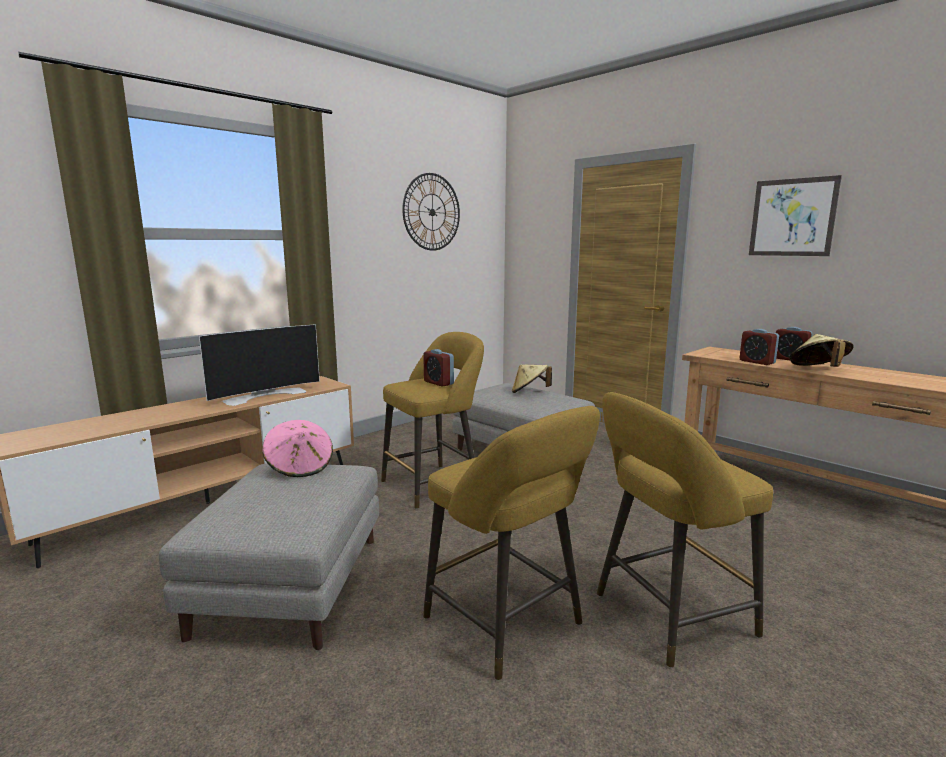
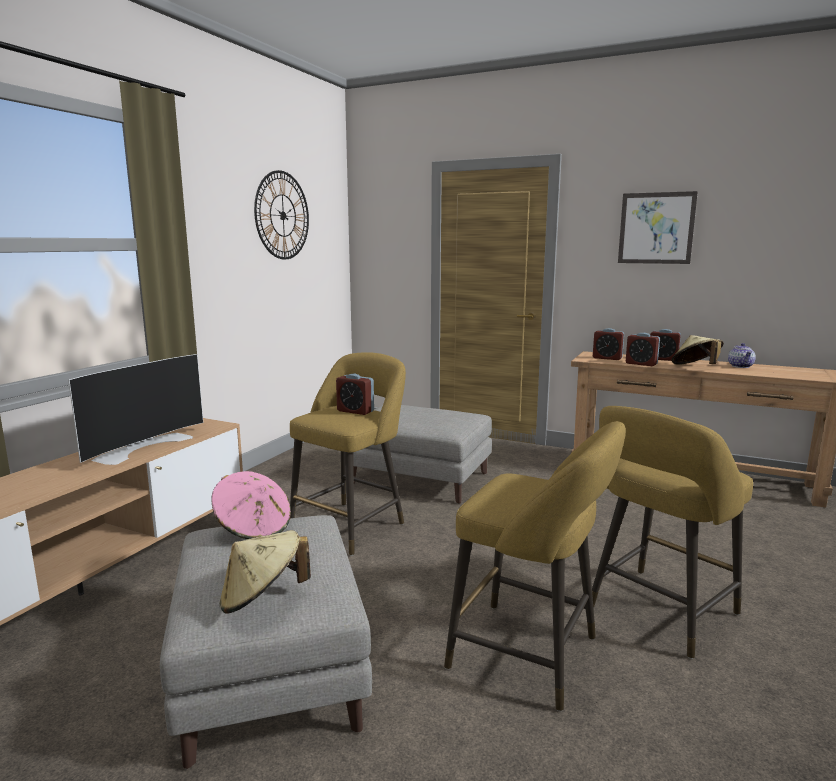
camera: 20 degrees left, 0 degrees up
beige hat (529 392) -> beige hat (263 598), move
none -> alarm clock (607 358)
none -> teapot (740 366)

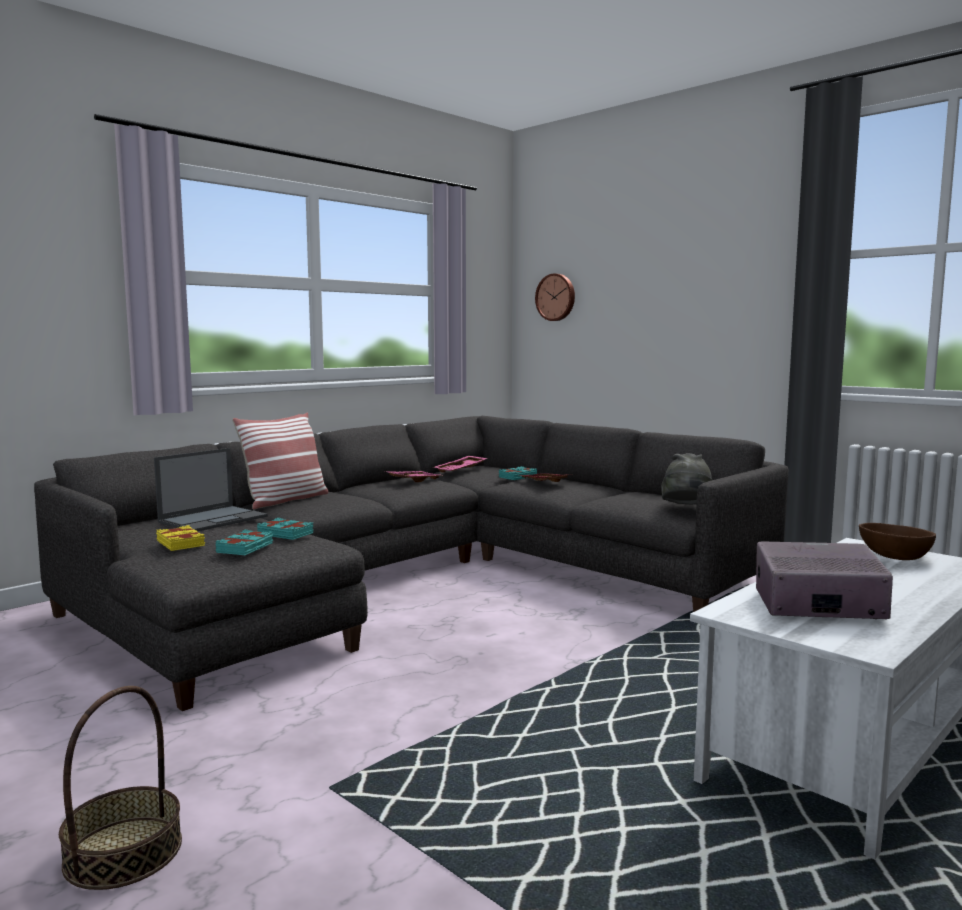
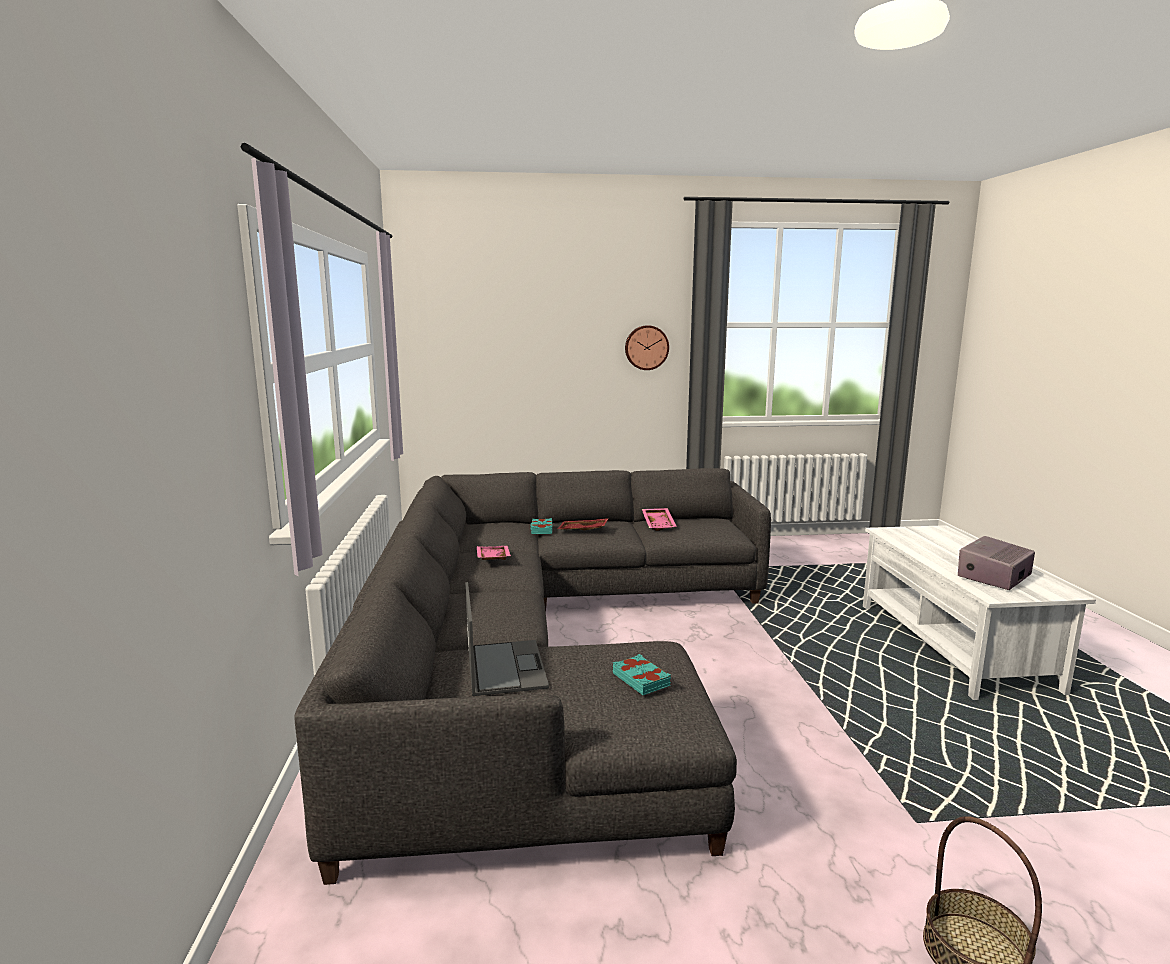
camera: 50 degrees left, 5 degrees up
yellow book (181 543) -> none
pillow (285 500) -> none
turquoise book (286 533) -> none
pink tray (461 470) -> pink tray (659 524), move
wall clock (556 297) -> wall clock (646 347), move
grey hat (687 508) -> none
brown bowl (894 557) -> none

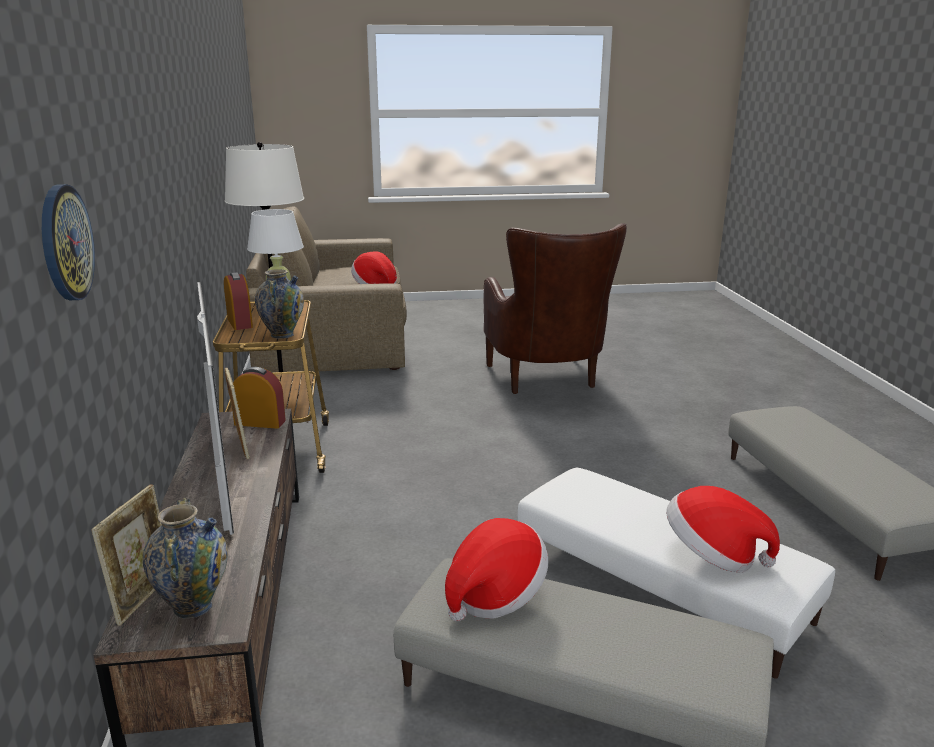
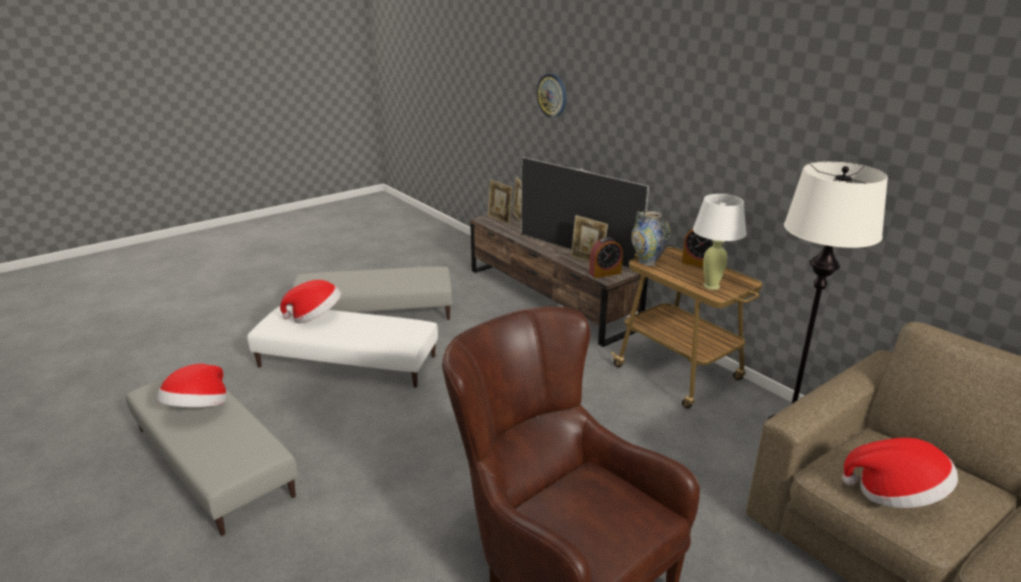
camera: 150 degrees right, 5 degrees up
vase (193 606) -> picture frame (499 220)
hat (495 594) -> hat (198 410), move

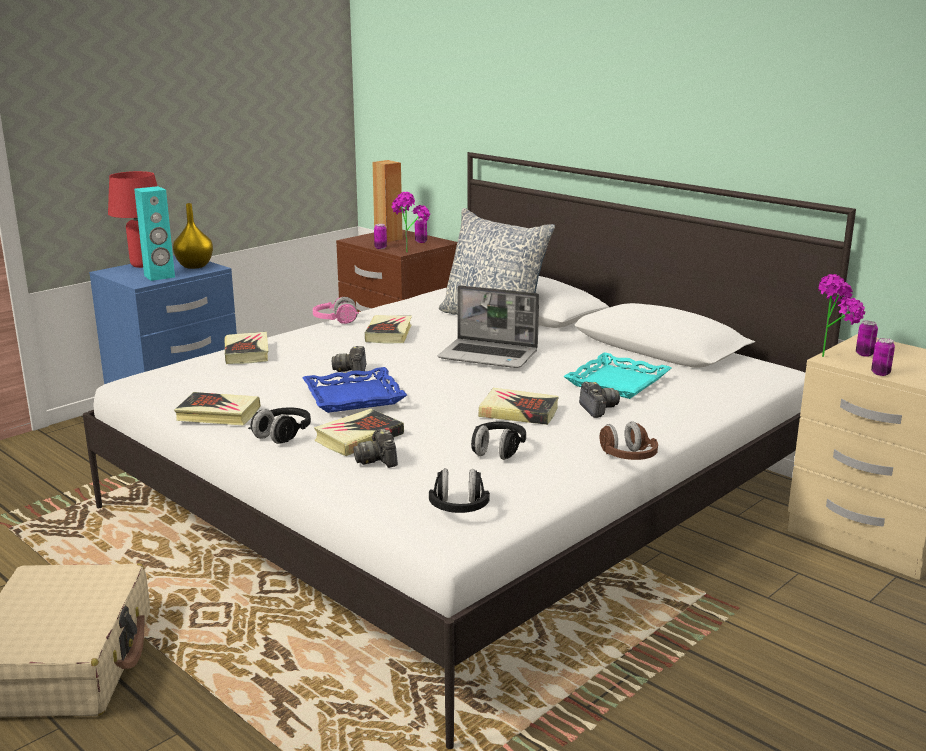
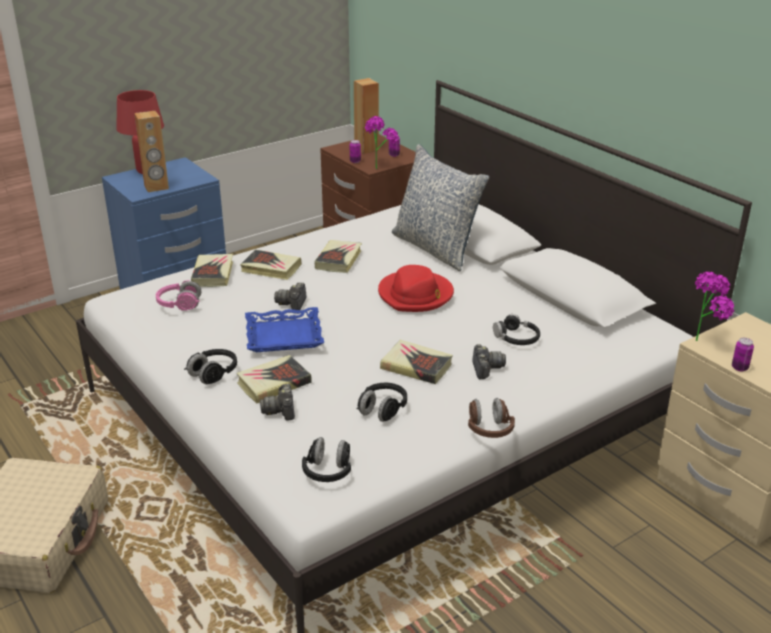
camera: 10 degrees right, 10 degrees up
turquoise speaker (159 276) -> brown speaker (156 187)
yellow vase (193 266) -> none
book (218 414) -> book (271 268), move
pink headphones (335 321) -> pink headphones (179 305), move
laptop (489 355) -> red hat (416 295)
turquoise tray (618 382) -> black headphones (516 338)
can (864 354) -> none

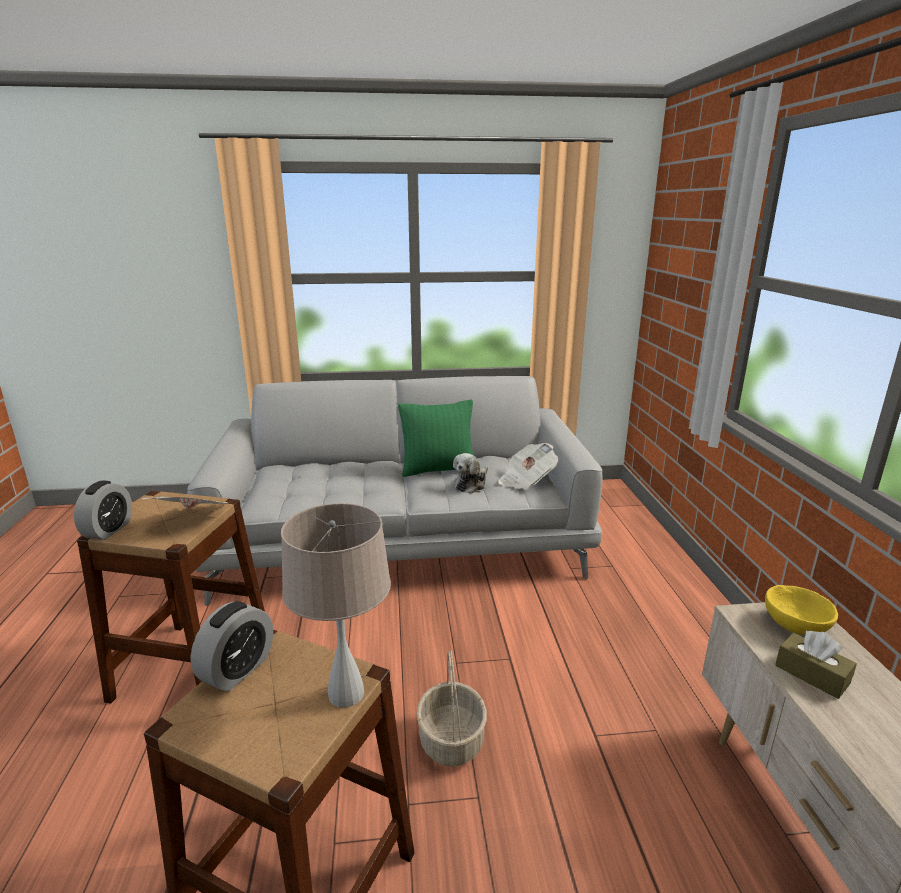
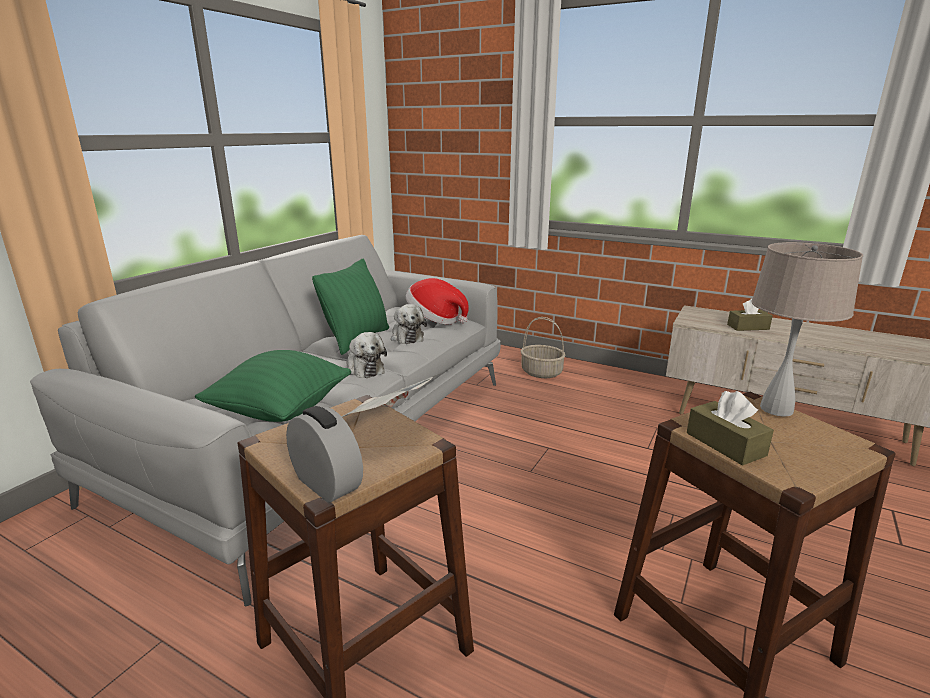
camera: 55 degrees left, 0 degrees up
alarm clock (238 670) -> brown tissue box (725 444)
basket (452 741) -> basket (542 372), move
newspaper (526 480) -> hat (435 320)
yellow bowl (795 626) -> none
none -> green pillow (280 411)
none -> plush toy (364 369)

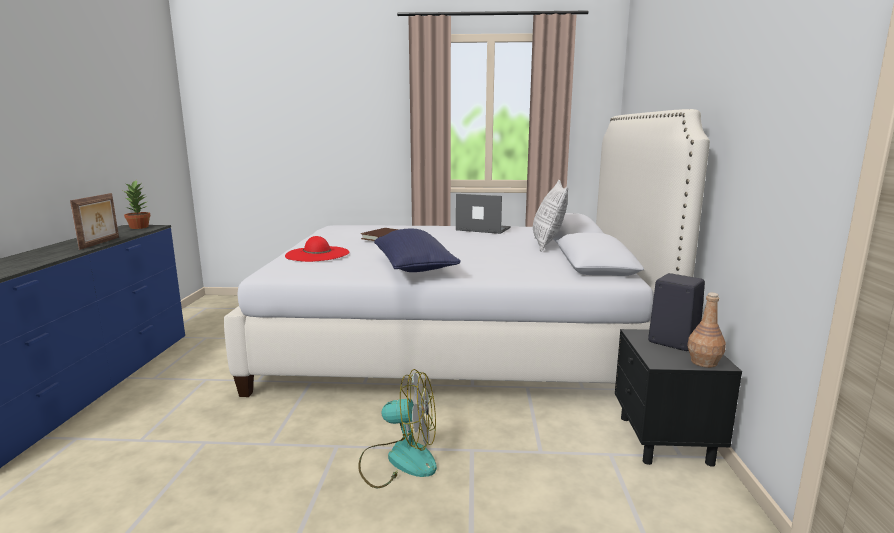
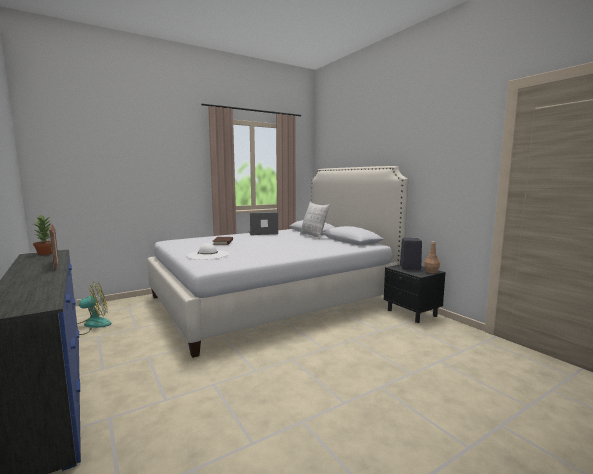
camera: 35 degrees left, 5 degrees down
red hat (317 254) -> white hat (208 255)
fan (399 460) -> fan (90 325), move
blue pillow (414 267) -> none

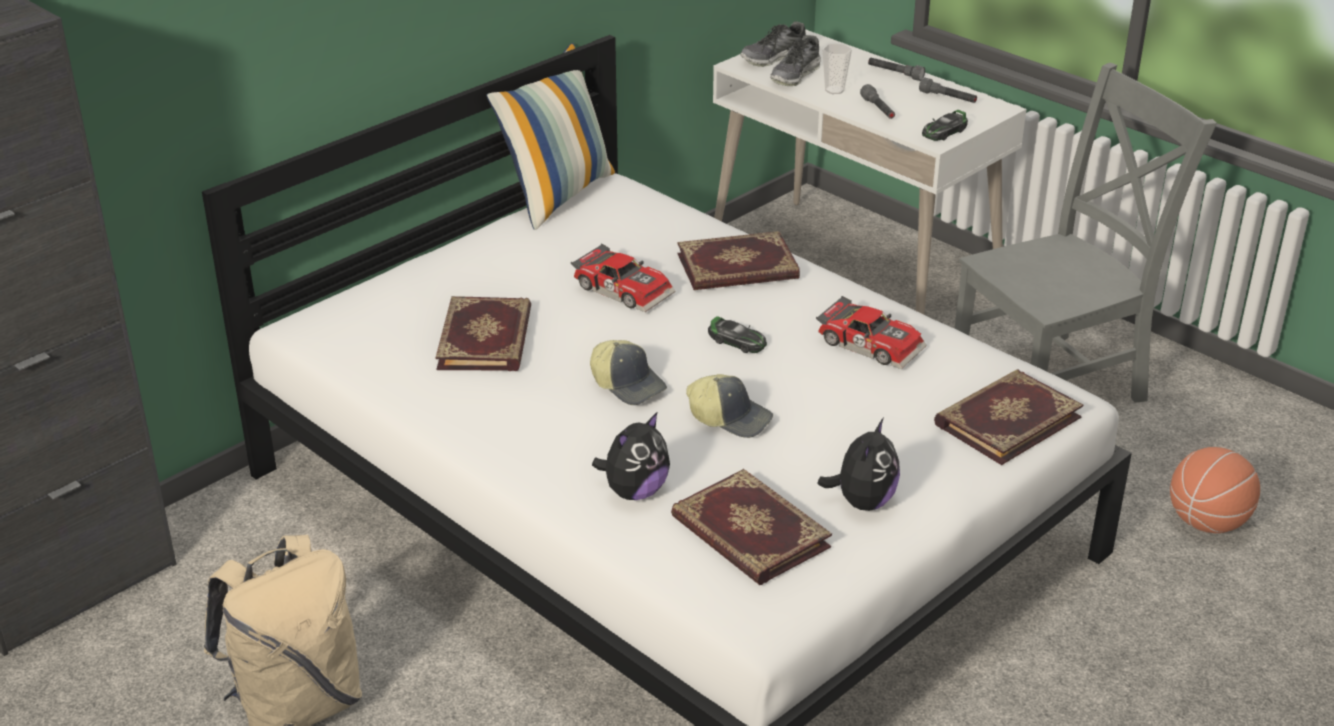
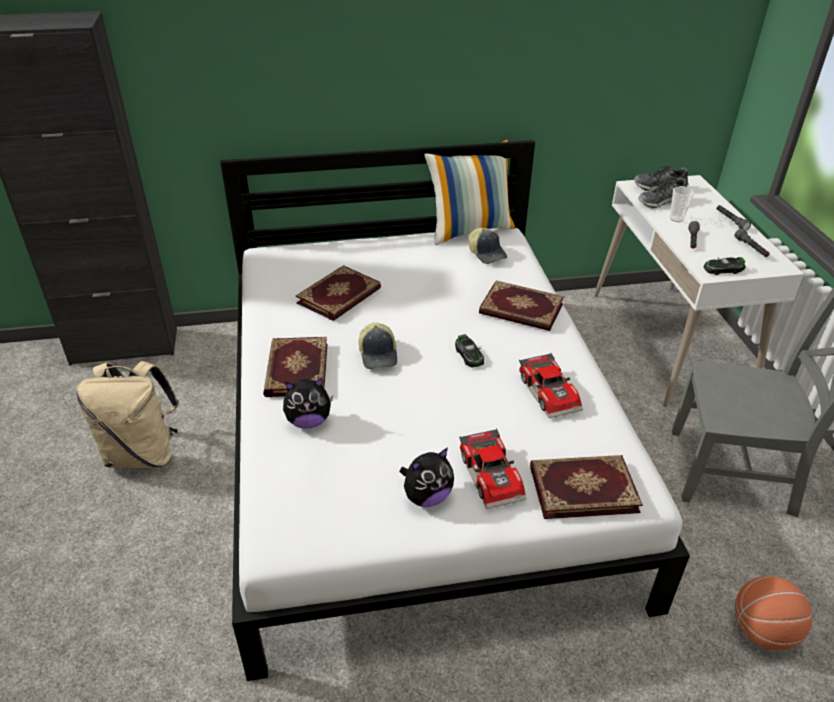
camera: 35 degrees right, 5 degrees up
toy car (625 288) -> toy car (493 475), move
book (748 533) -> book (295 369), move
cap (730 418) -> cap (487 253), move

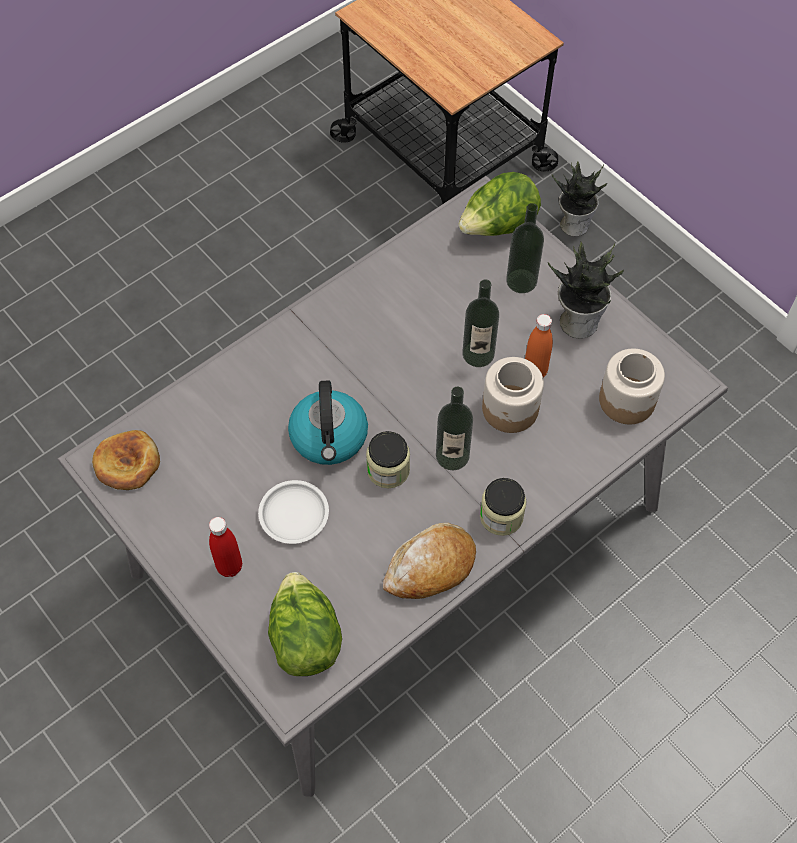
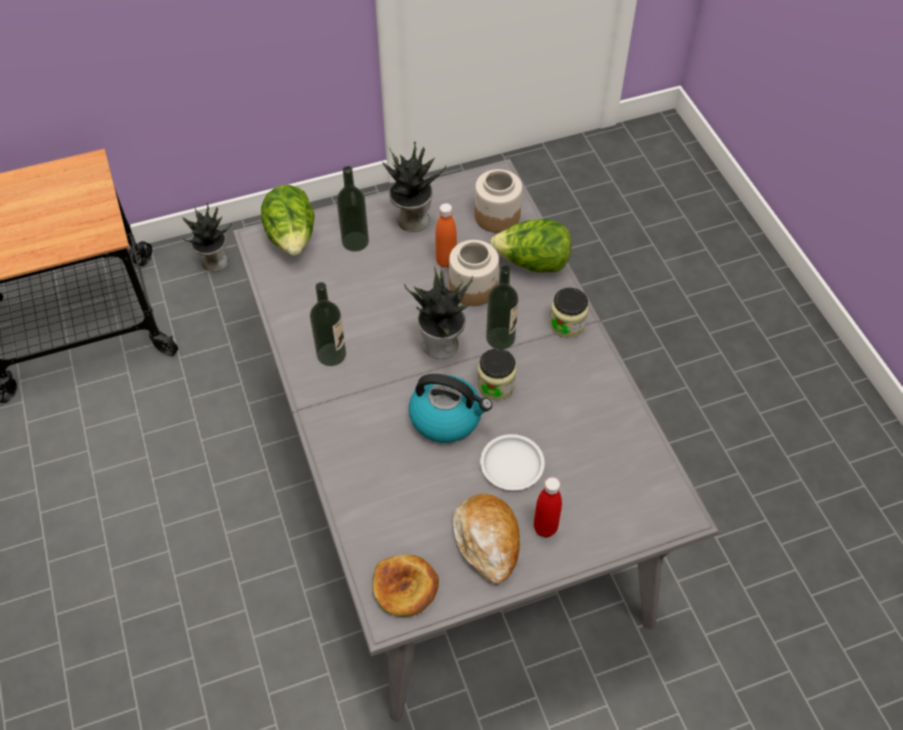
camera: 70 degrees left, 5 degrees down
lettuce (305 638) -> lettuce (532 263), move
bread (430 567) -> bread (488 541), move
bottle (478 354) -> bottle (331 354), move
none -> potted plant (442 345)

